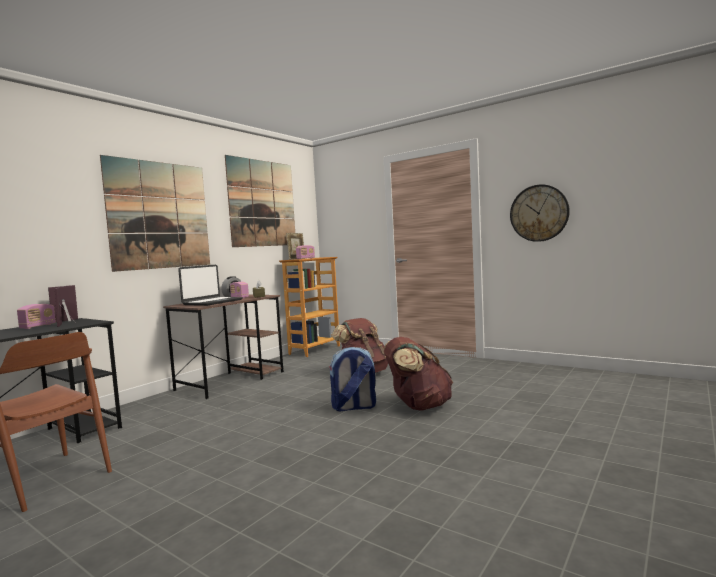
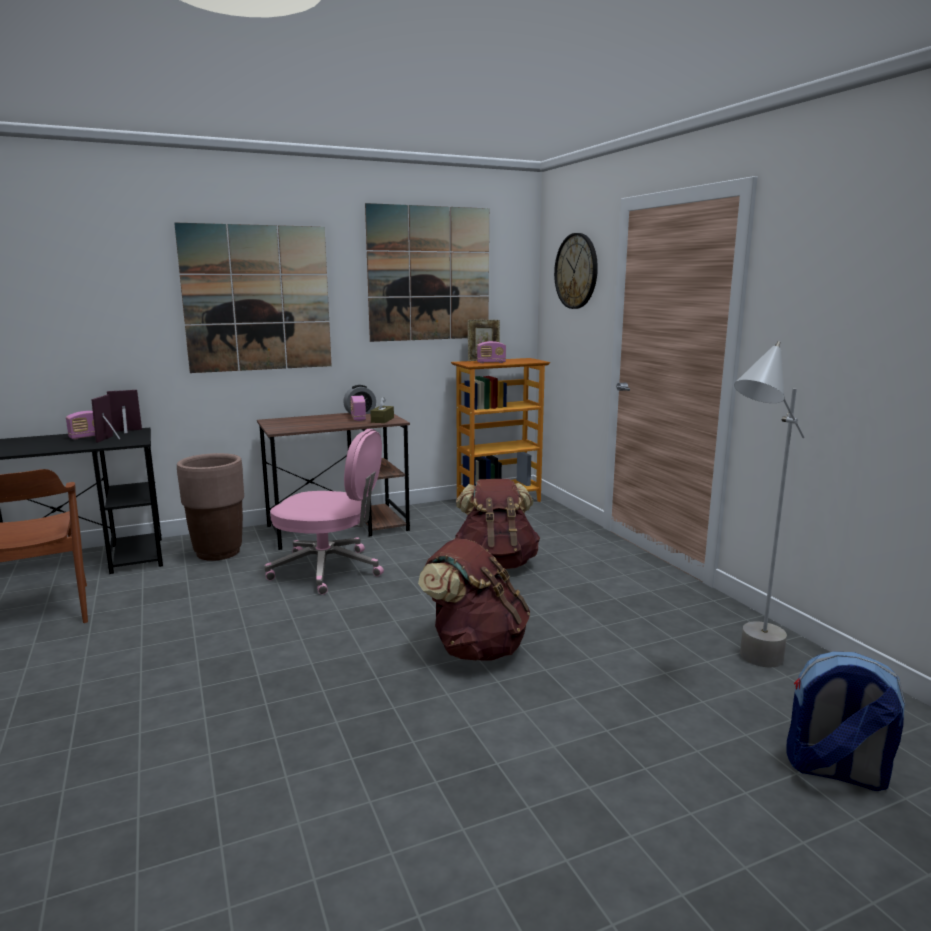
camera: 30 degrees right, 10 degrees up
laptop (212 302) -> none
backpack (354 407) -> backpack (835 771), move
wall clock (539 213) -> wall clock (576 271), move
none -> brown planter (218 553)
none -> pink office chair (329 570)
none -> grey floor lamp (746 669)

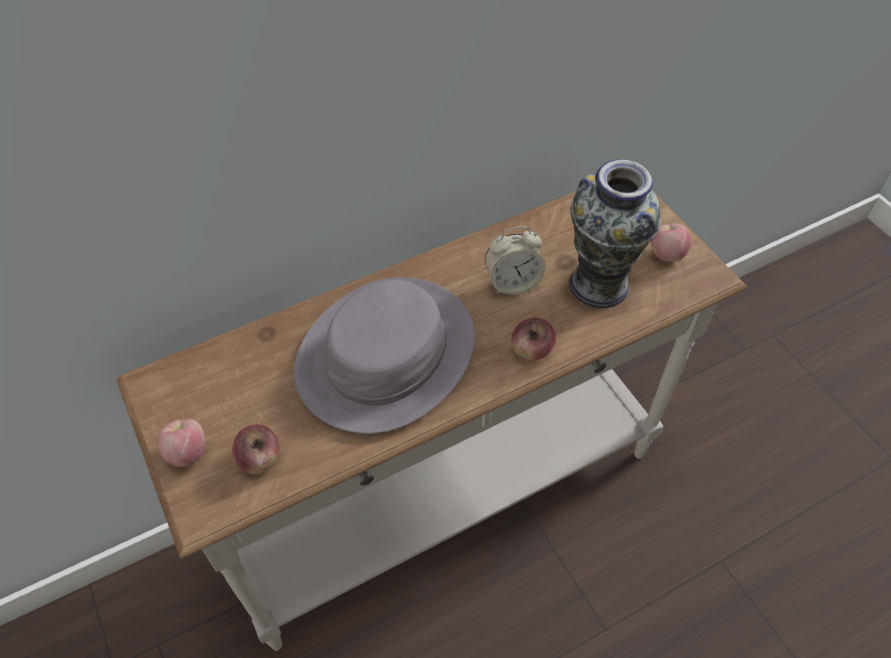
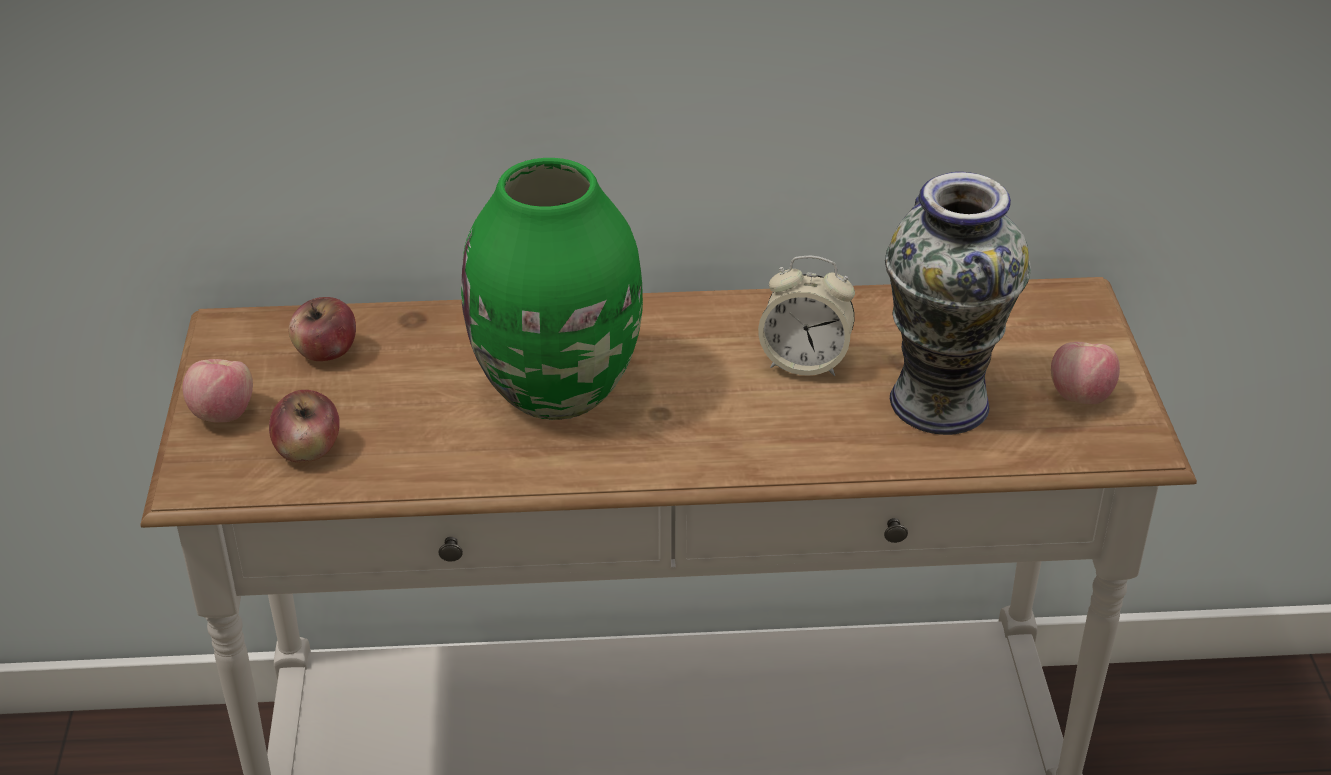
camera: 25 degrees right, 15 degrees down
grey hat (387 355) -> green vase (559 390)
apple (531 350) -> apple (325 353), move

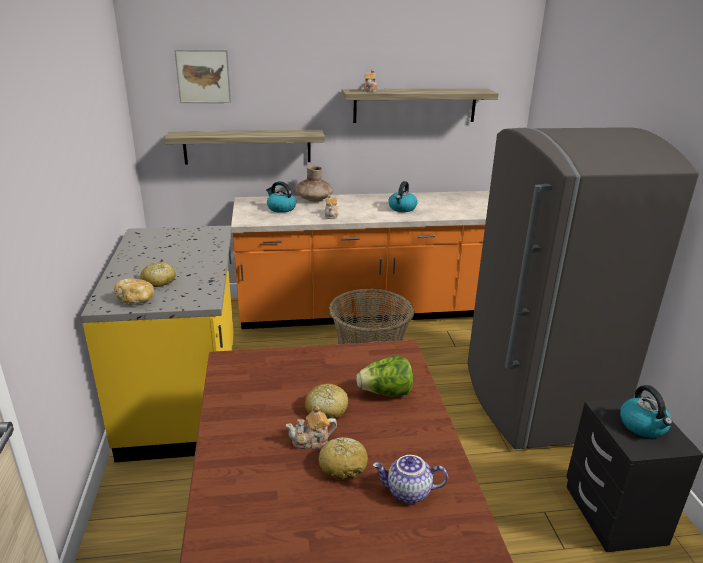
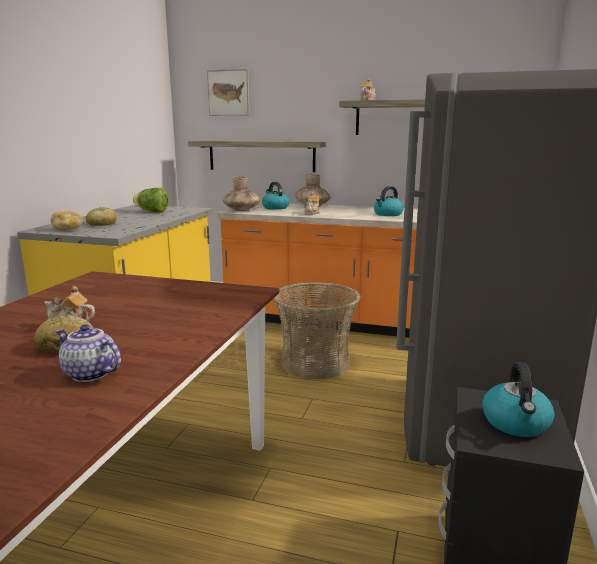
camera: 25 degrees right, 10 degrees down
bread (326 409) -> none
lettuce (386 393) -> lettuce (152 212), move
none -> brown vase (242 210)

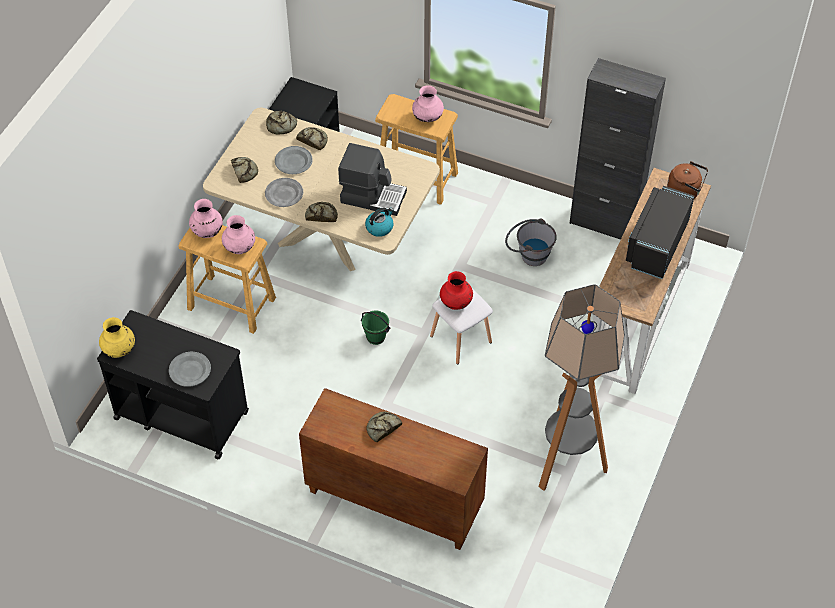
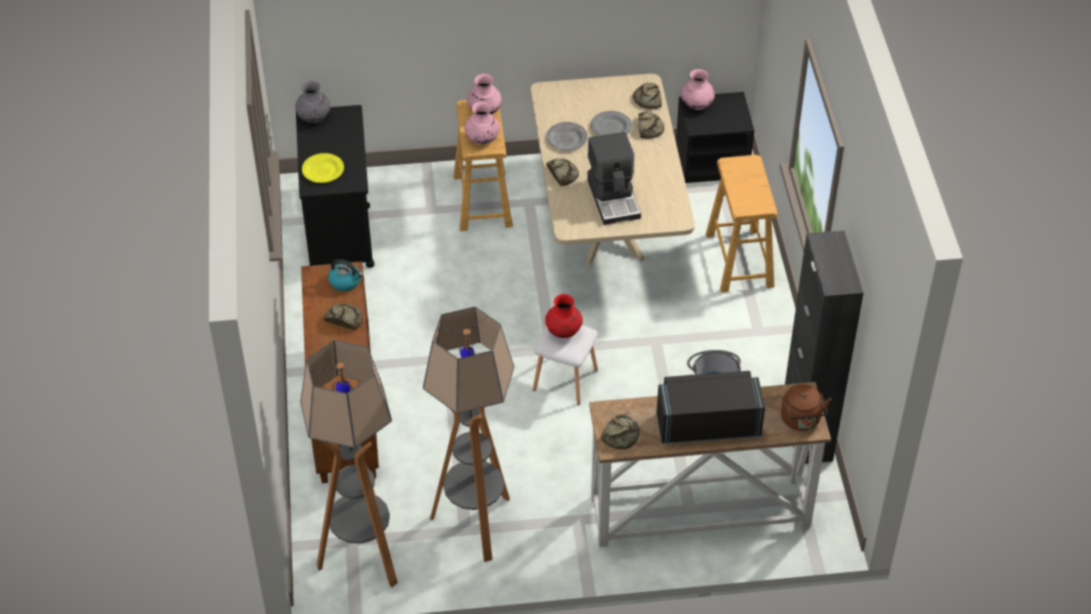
camera: 60 degrees right, 5 degrees down
yellow vase (119 350) -> grey vase (314 118)
grey plate (189 371) -> yellow plate (323 170)
bread (244 171) -> bread (621 435), move
green bucket (375 337) -> none
kettle (379 227) -> kettle (345 282), move
pink vase (428 118) -> pink vase (697 105), move
none -> floor lamp (363 557)

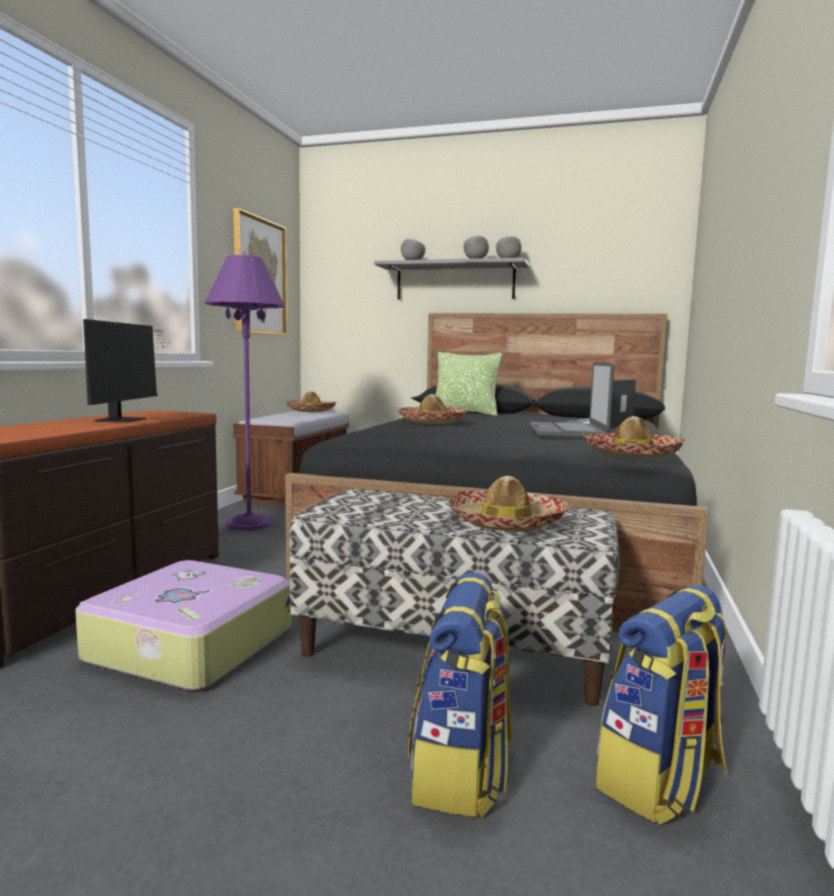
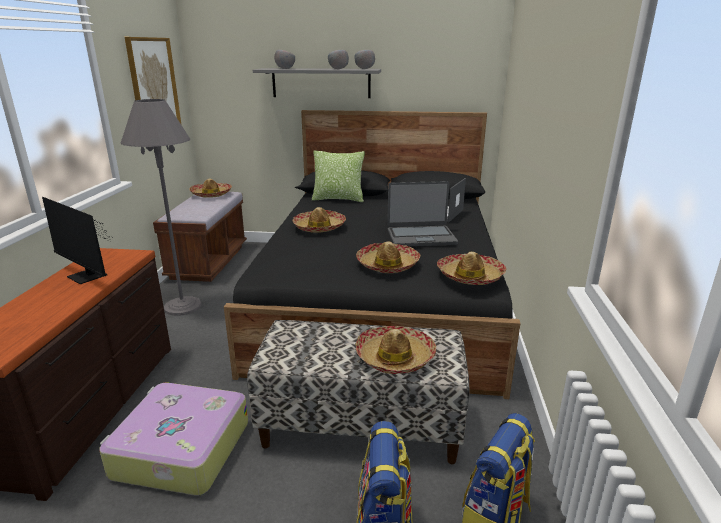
camera: 10 degrees left, 15 degrees up
monitor (125 419) -> monitor (88 278), 135 degrees clockwise
purple floor lamp (249 523) -> grey floor lamp (182 306)
laptop (567 432) -> laptop (421 237), 90 degrees counterclockwise
none -> hat (387 265)

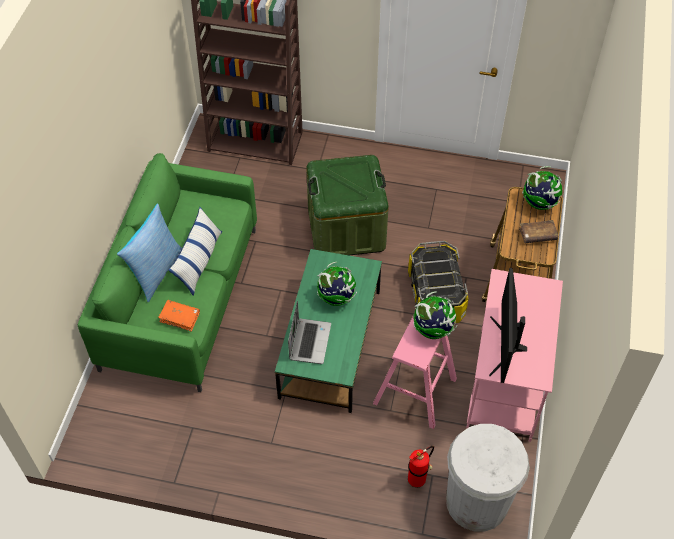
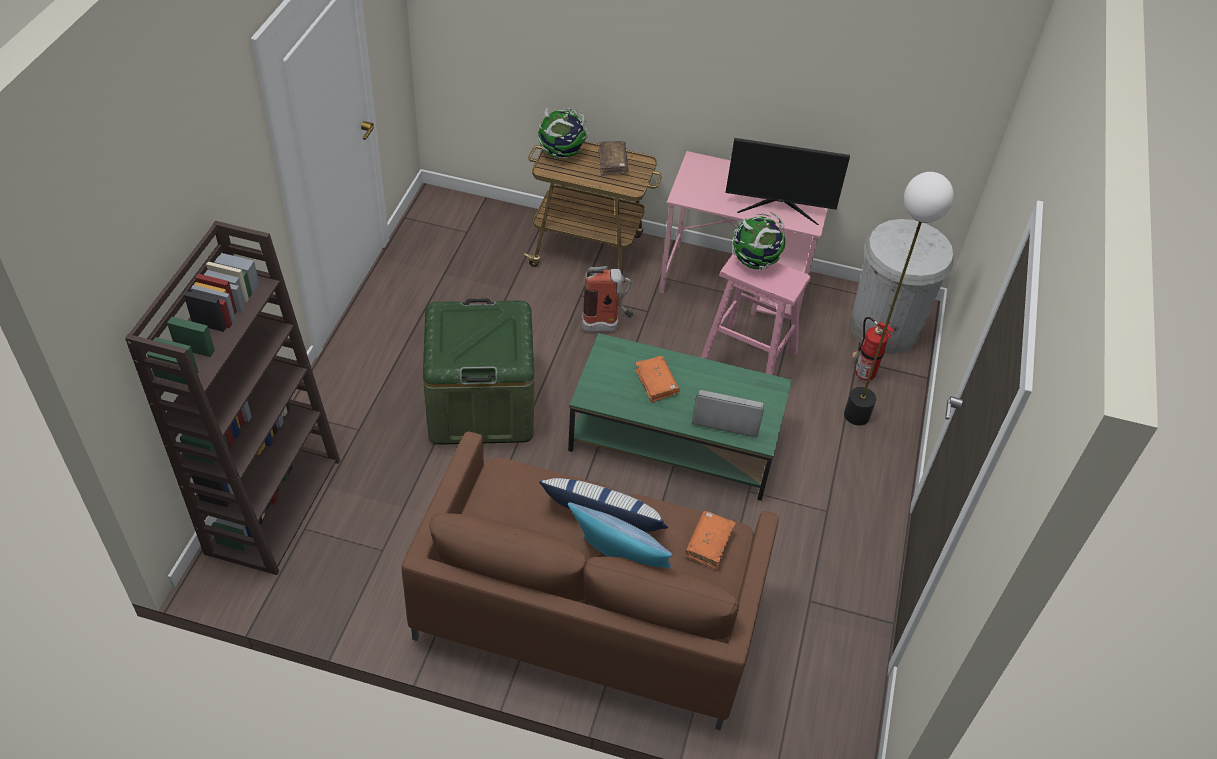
camera: 90 degrees left, 5 degrees down
green sofa (181 299) -> brown sofa (588 615)
globe (336 297) -> orange book (656 383)
storage box (436 296) -> fire extinguisher (607 326)
none -> floor lamp (856 415)

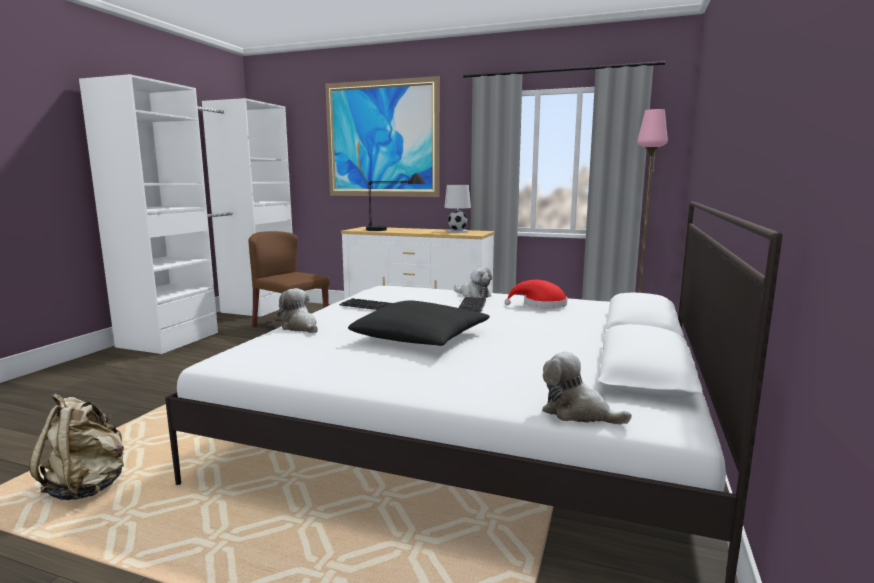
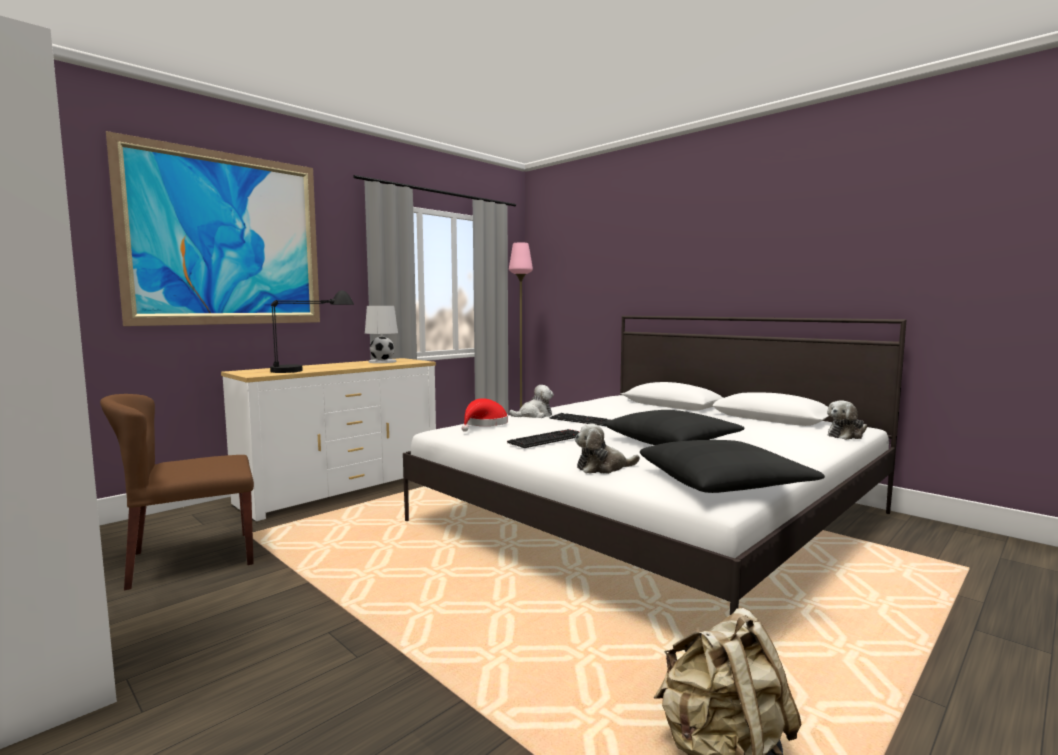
camera: 65 degrees left, 5 degrees down
red hat (541 305) -> red hat (484 424), move
none -> black pillow (723 482)

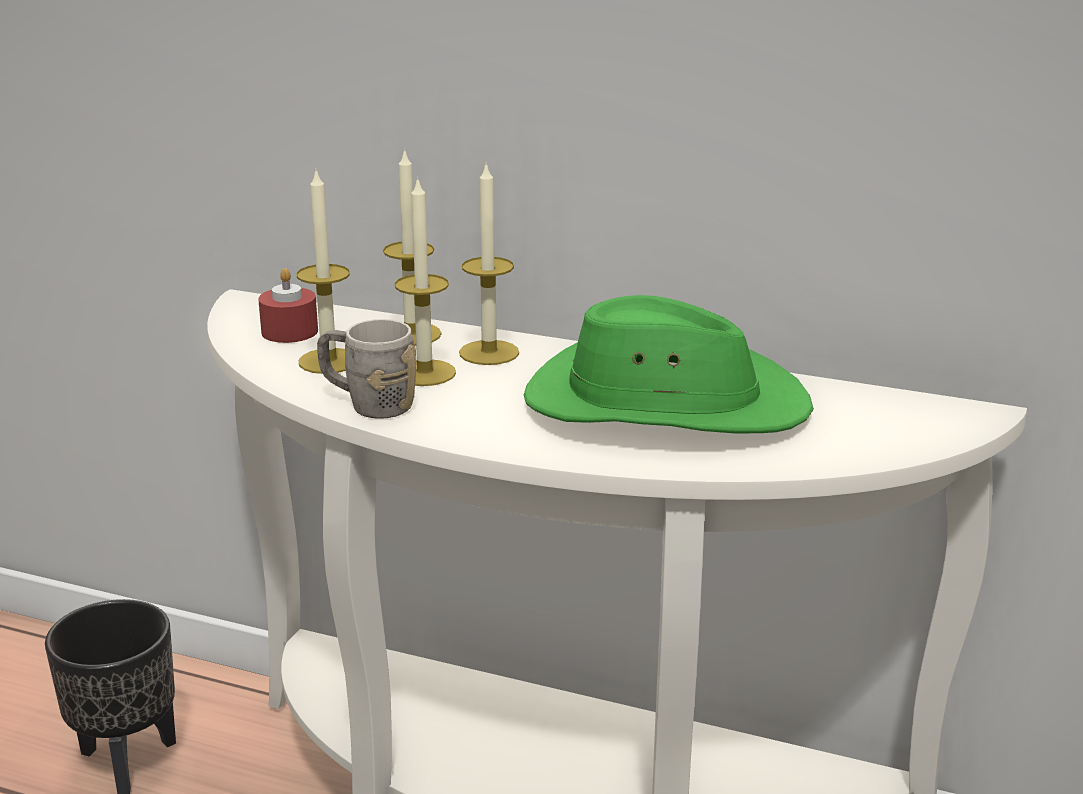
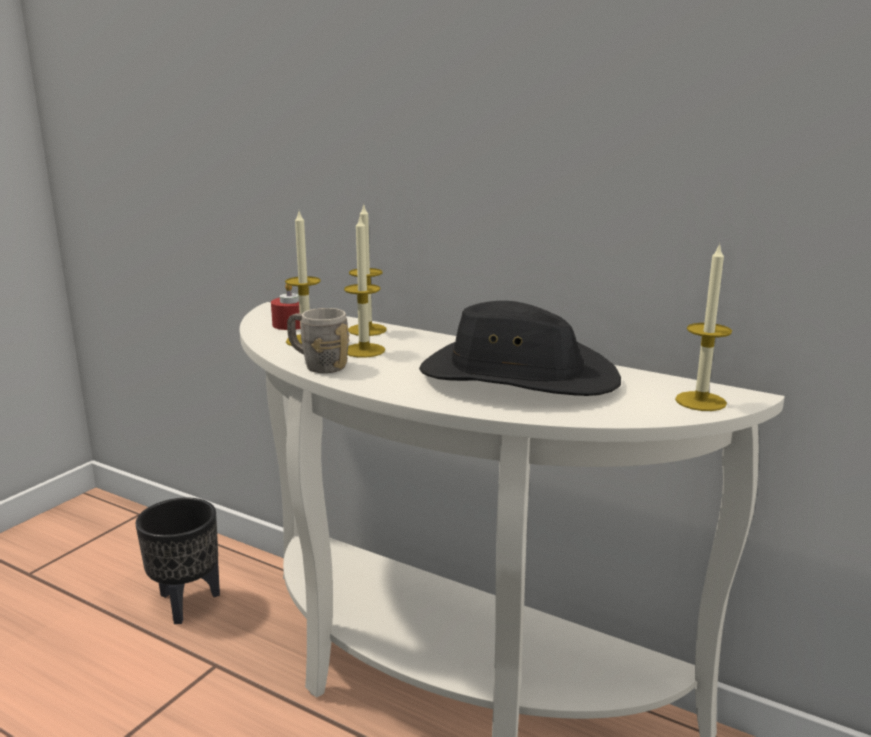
camera: 10 degrees right, 5 degrees down
candle (489 353) -> candle (700 401), move
green hat (663 404) -> black hat (516 377)

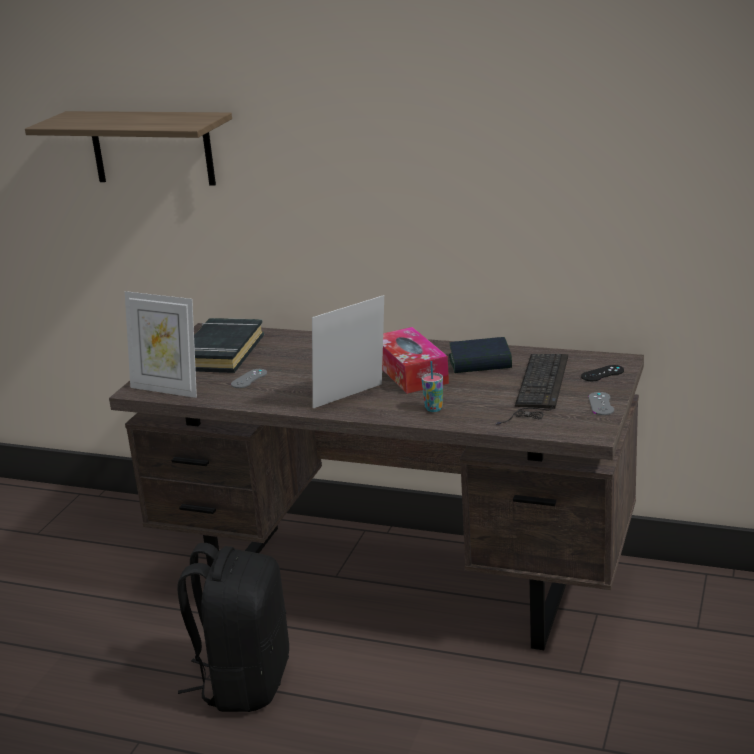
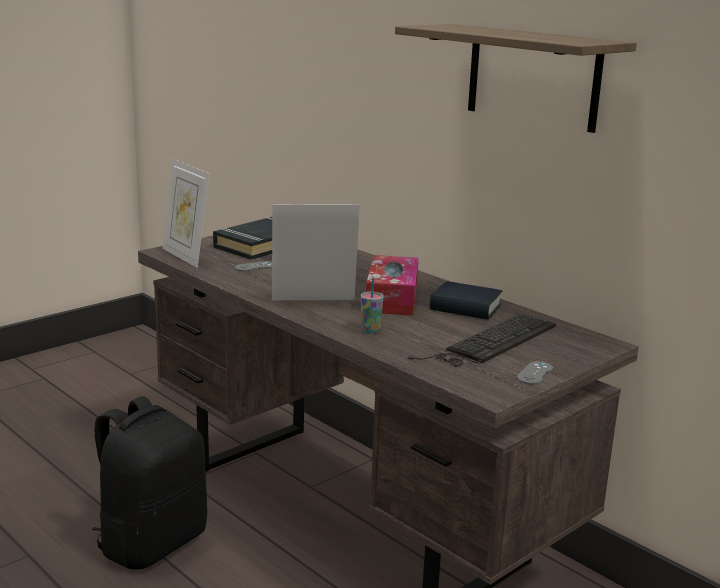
camera: 25 degrees right, 5 degrees down
shelf (152 147) -> shelf (533 77), move
black game controller (602 373) -> none

